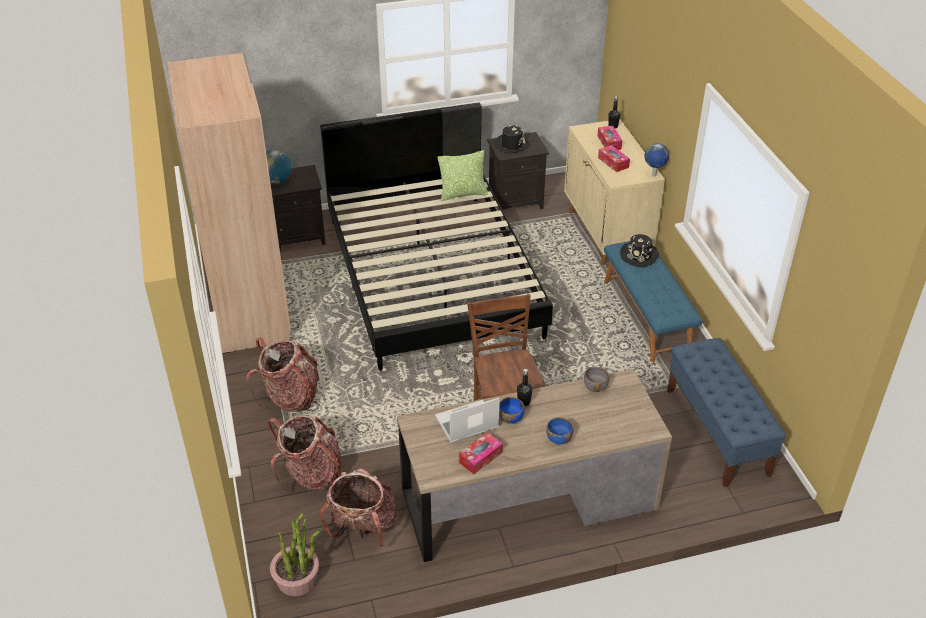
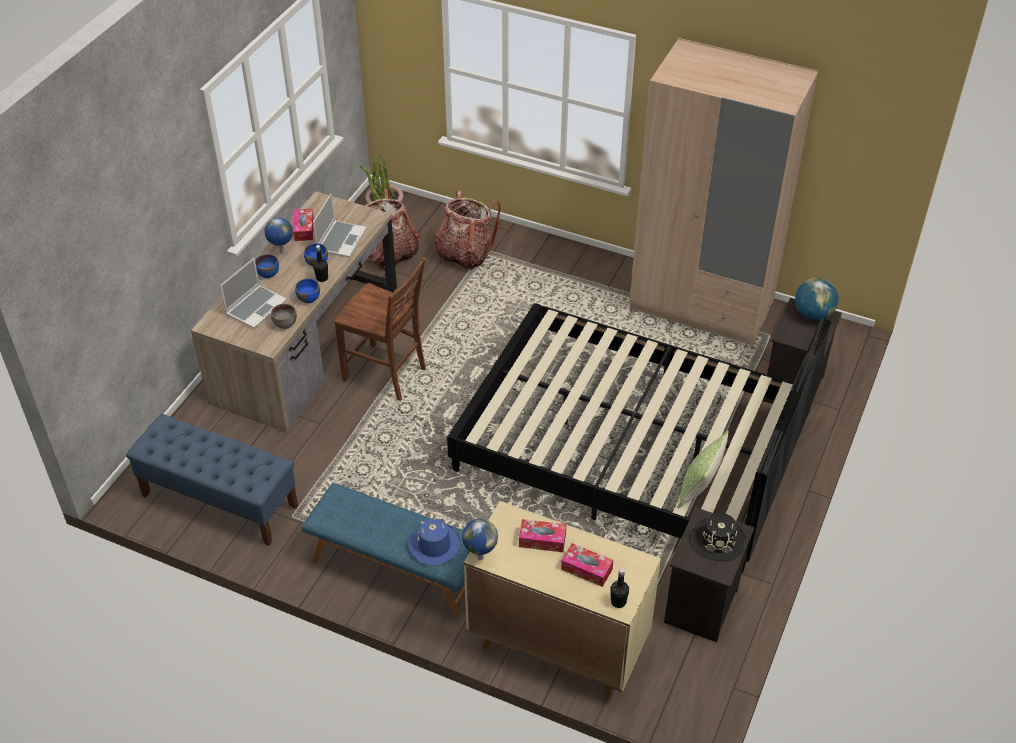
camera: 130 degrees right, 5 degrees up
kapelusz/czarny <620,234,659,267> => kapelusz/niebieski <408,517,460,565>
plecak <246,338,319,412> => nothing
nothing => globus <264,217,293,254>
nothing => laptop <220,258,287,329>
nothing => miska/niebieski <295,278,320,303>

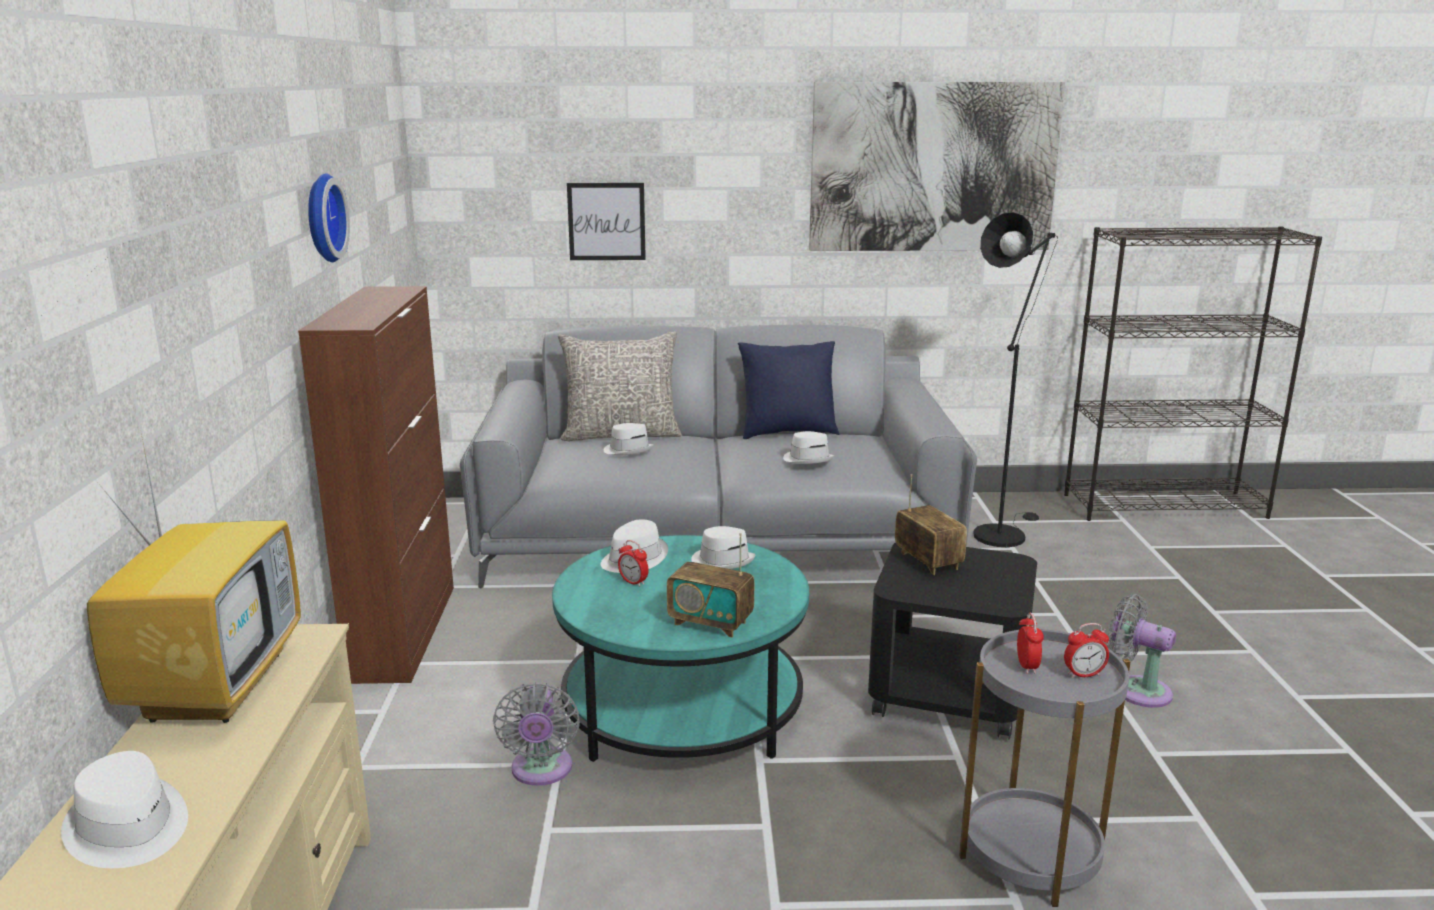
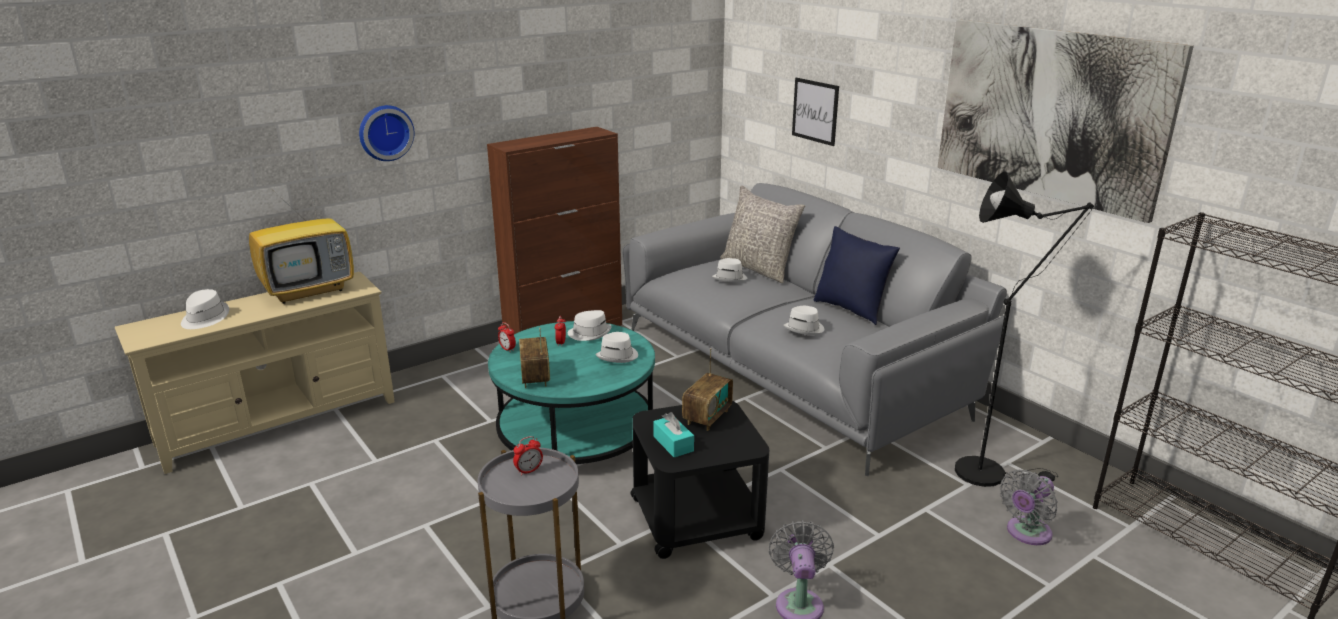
camera: 55 degrees right, 5 degrees up
zegar ścienny <308,173,350,262> => zegar ścienny <359,105,414,161>, move
budzik <1064,623,1109,678> => budzik <498,322,516,352>, move
wentylator/szary <493,682,580,786> => wentylator/szary <1000,470,1058,545>, move
nothing => pudełko chusteczek/turkusowy <653,412,694,457>

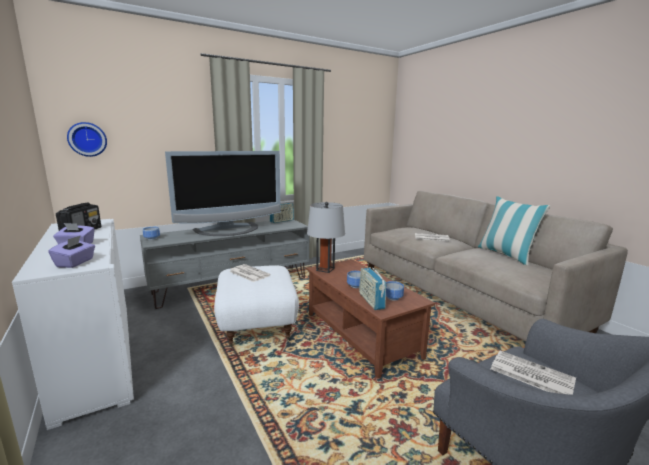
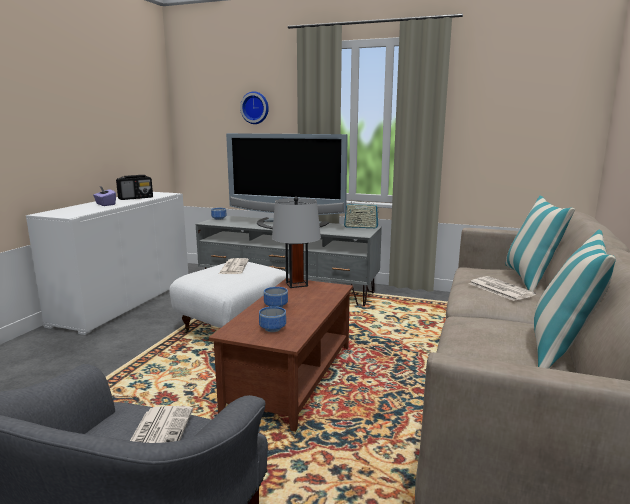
camera: 50 degrees right, 0 degrees up
zegar ścienny <67,122,107,157> => zegar ścienny <240,91,269,124>, move
pudełko chusteczek/fioletowy <48,235,95,268> => nothing
radio <359,263,386,310> => nothing
nothing => poduszka <505,195,575,292>

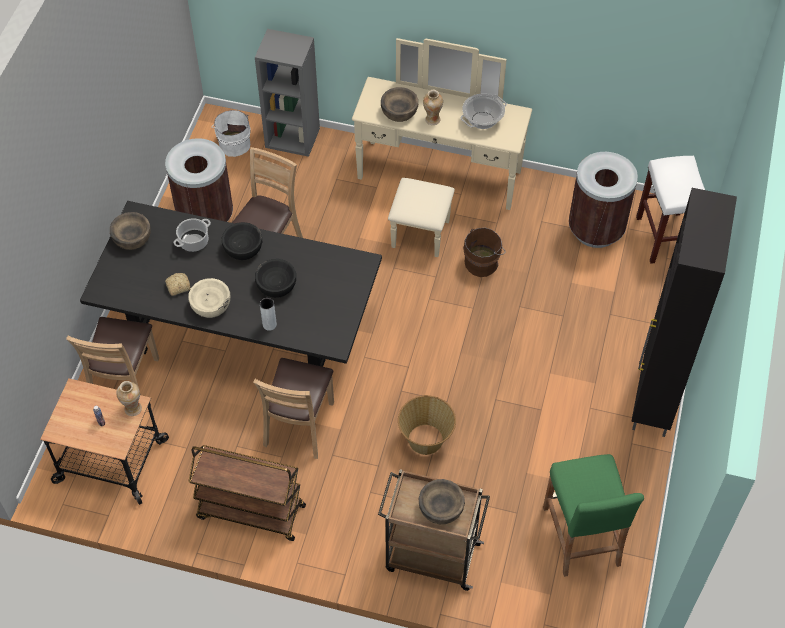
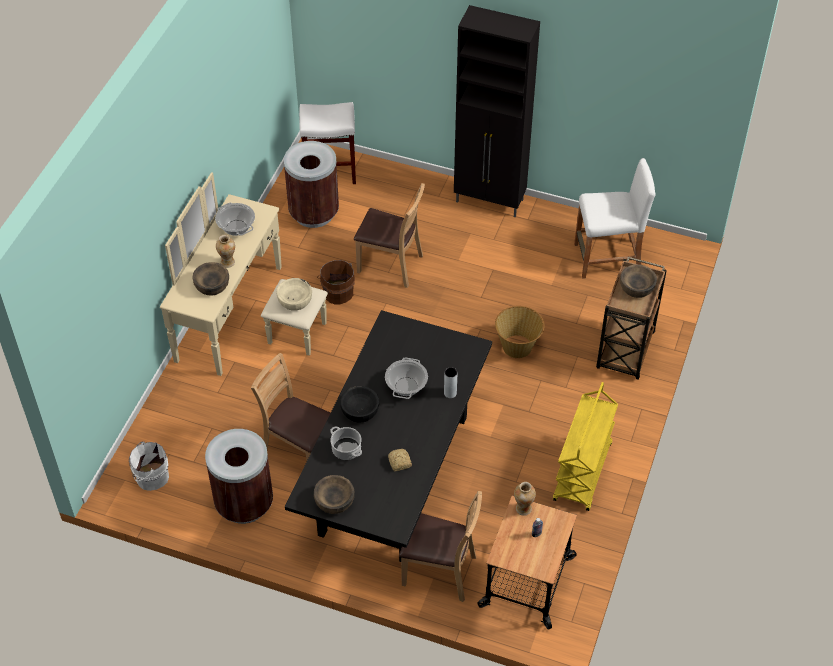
camera: 85 degrees left, 5 degrees down
regał/szary <255,29,320,157> => nothing
miska/czarny <255,259,296,298> => garnek <385,358,428,399>
miska/beżowy <188,278,230,318> => miska/beżowy <277,278,312,311>, move
krzesło/brązowy <253,358,334,459> => krzesło/brązowy <354,183,425,288>, move
wózek/brązowy <188,445,306,541> => wózek/żółty <553,382,618,511>
stołek/zielony <543,454,644,577> => stołek/biały <574,158,655,279>

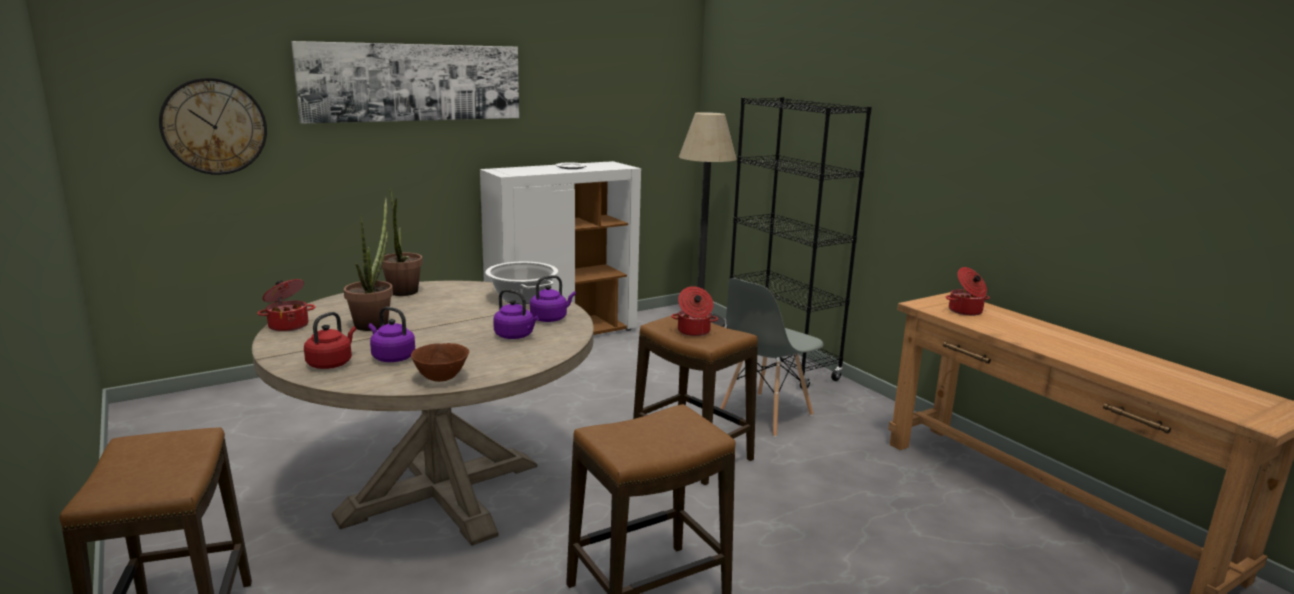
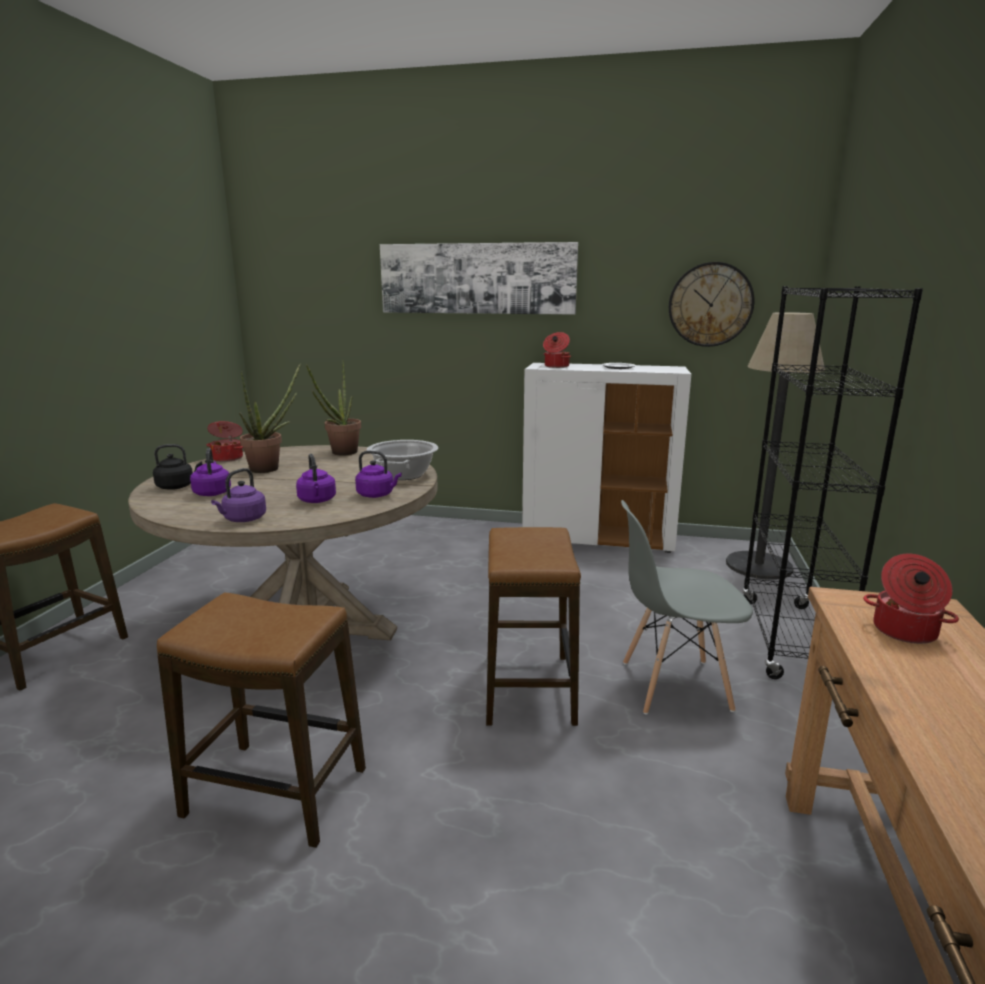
camera: 45 degrees right, 0 degrees up
zegar ścienny <159,78,267,175> => zegar ścienny <669,262,754,347>, move
garnek <671,286,718,336> => garnek <543,332,571,368>, move
czajnik/czerwony <304,312,356,369> => czajnik/czarny <153,444,202,490>
miska/brązowy <411,343,469,382> => nothing
nothing => czajnik/fioletowy <211,468,266,522>

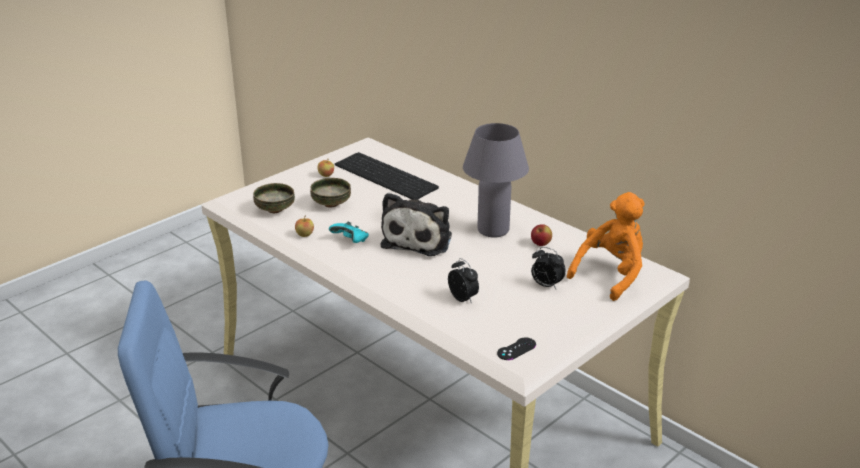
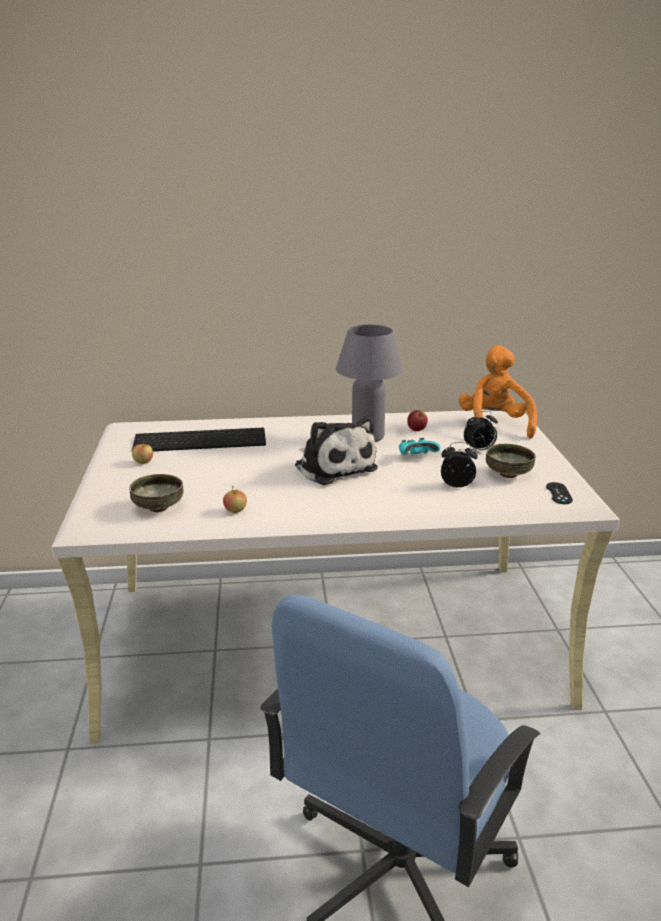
camera: 50 degrees left, 5 degrees down
miska <310,178,351,208> => miska <486,444,535,478>, move
pad do gier/turkusowy <329,221,369,243> => pad do gier/turkusowy <399,438,440,455>, move

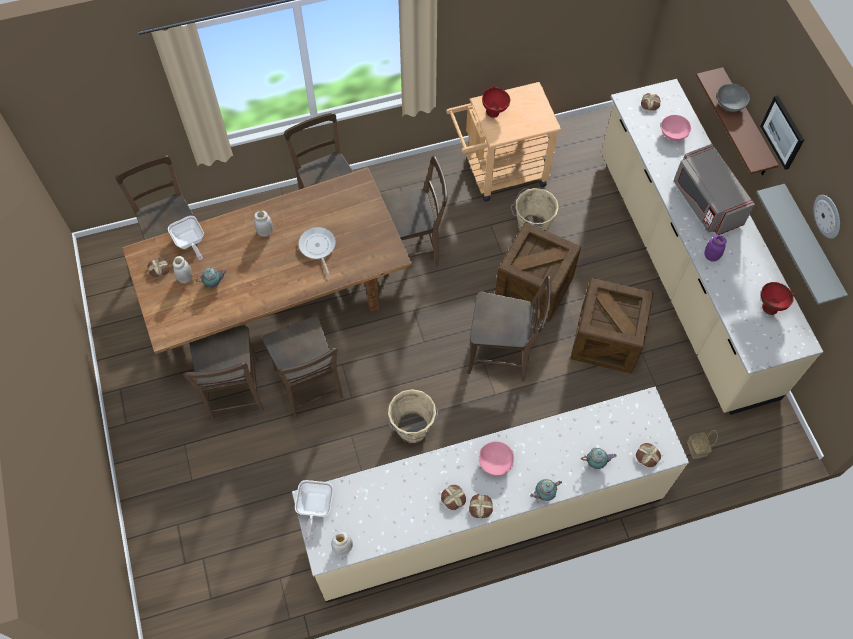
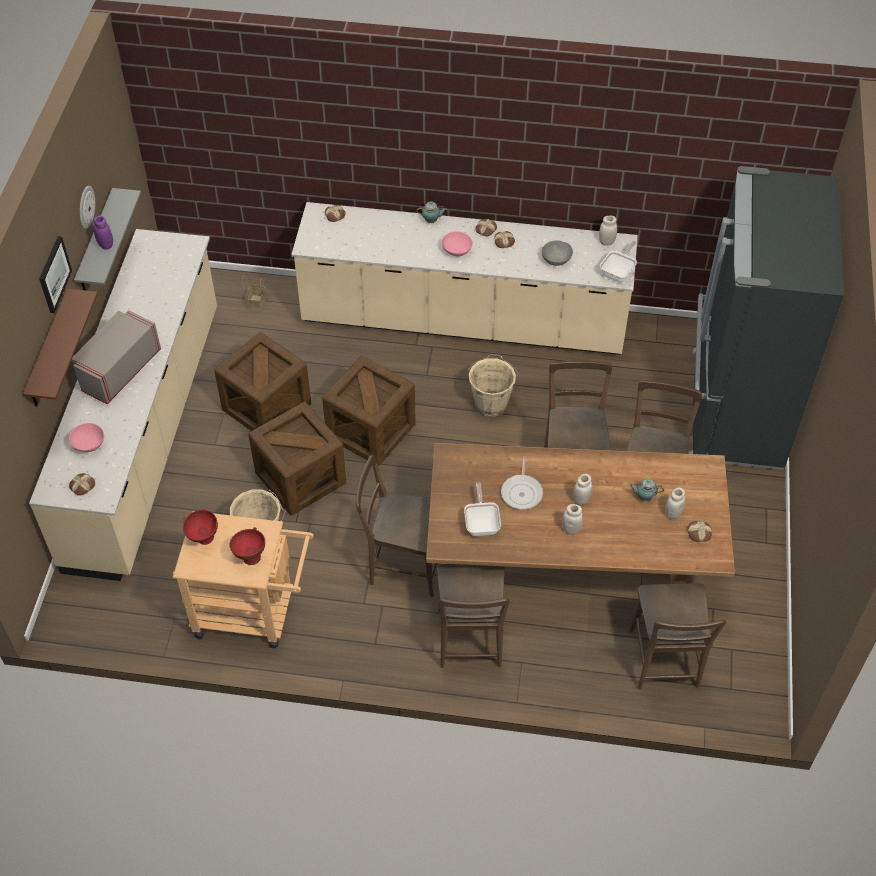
camera: 155 degrees left, 10 degrees down
miska/szary <717,84,750,112> => miska/szary <542,240,573,266>, move
mikrofalówka/szary <673,144,755,235> => mikrofalówka/szary <72,310,161,404>, 150 degrees counterclockwise
patelnia <168,216,204,260> => patelnia <464,483,501,536>, move
słoik/fioletowy <704,235,727,261> => słoik/fioletowy <94,216,113,250>, move
krzesło/brązowy <467,276,552,381> => skrzynka <322,356,416,466>
miska/czerwony <761,282,795,315> => miska/czerwony <183,510,218,545>, move
imbryk <581,448,617,469> => nothing
nothing => lodówka/czarny <689,166,844,470>
nothing => słoik/biały <573,474,592,505>

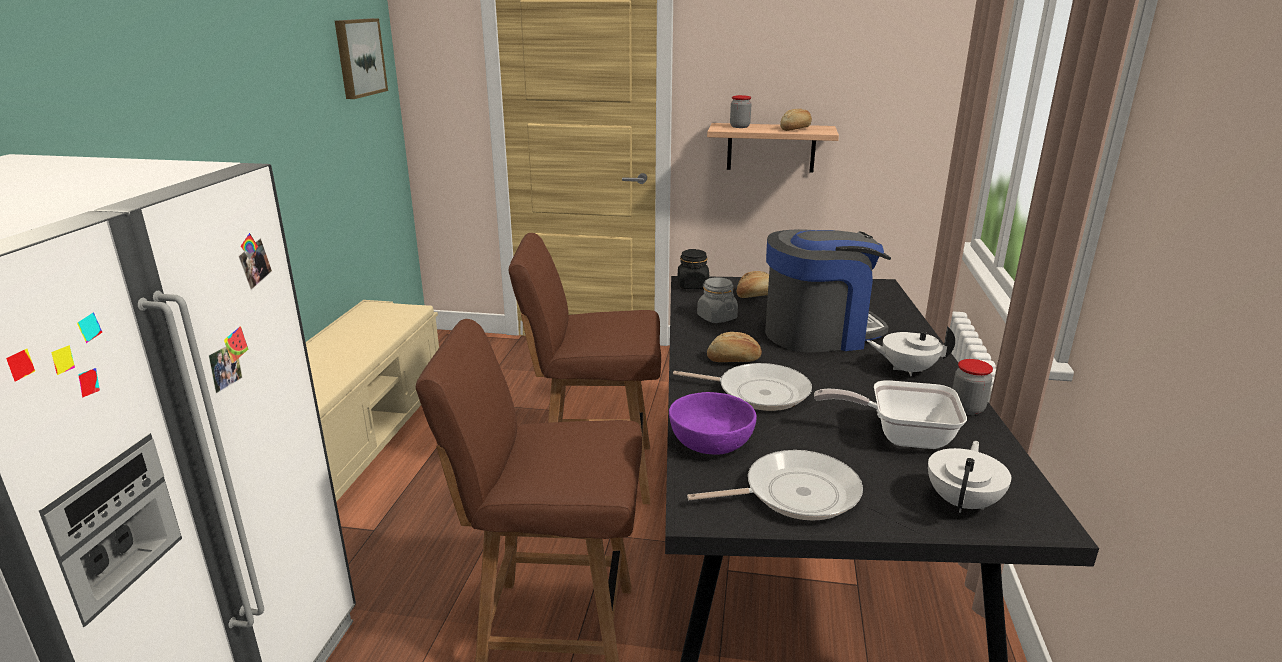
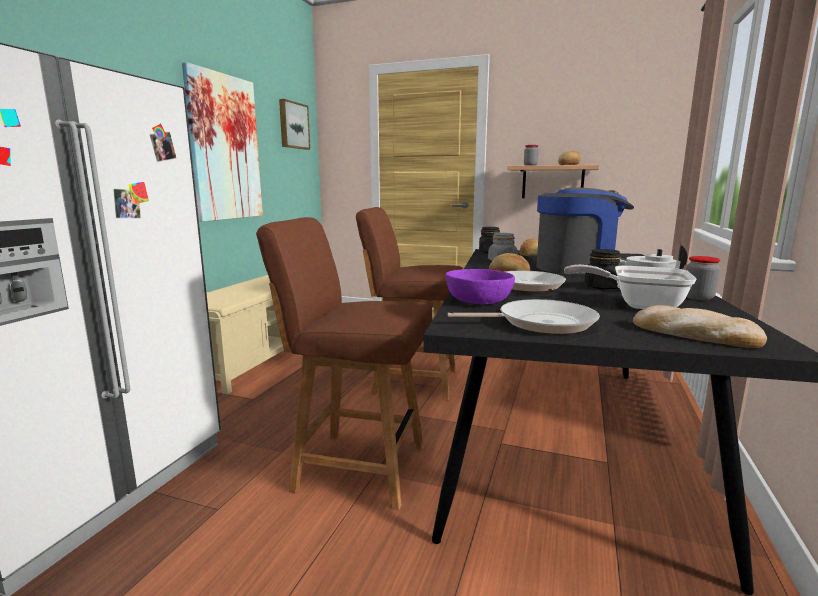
camera: 10 degrees right, 10 degrees down
imbryk/biały <928,441,1012,513> => chleb <633,305,767,348>
nothing => obraz <182,62,263,222>
nothing => słoik/czarny <585,249,621,290>

